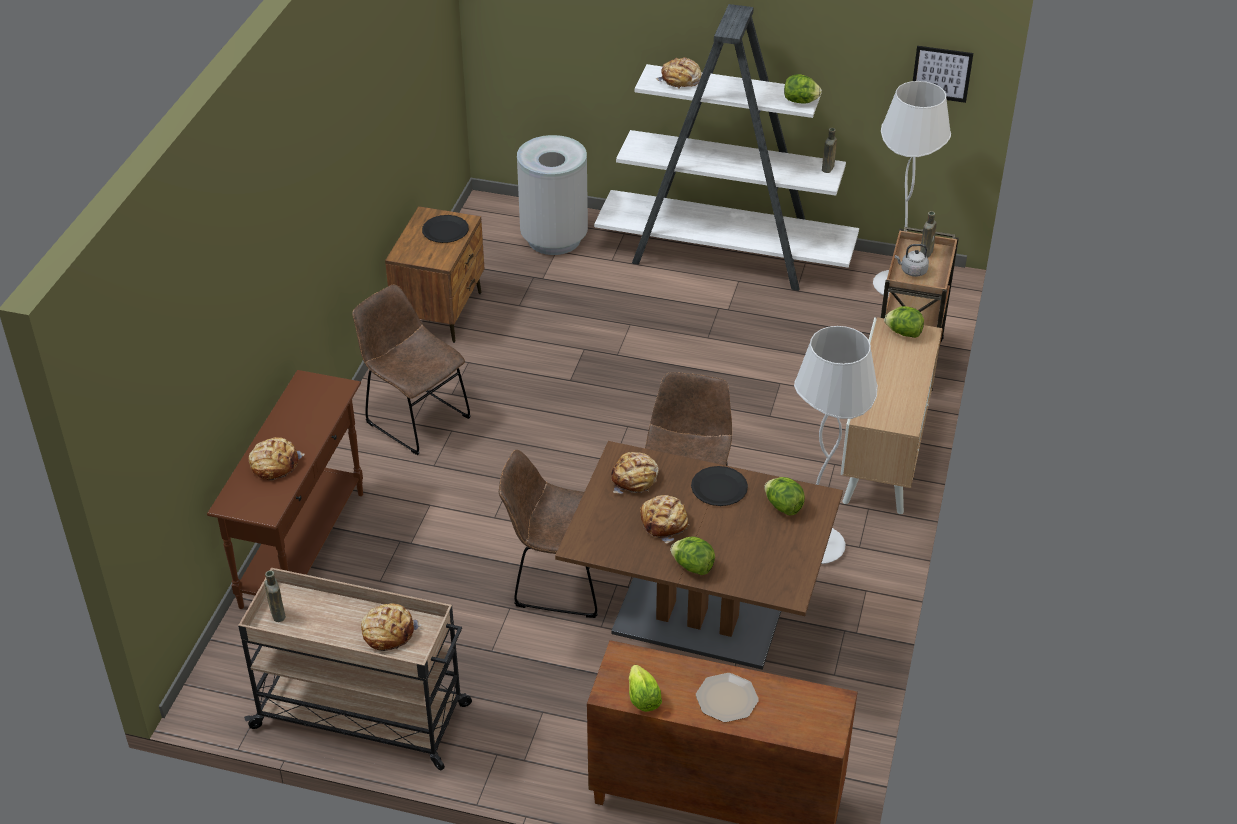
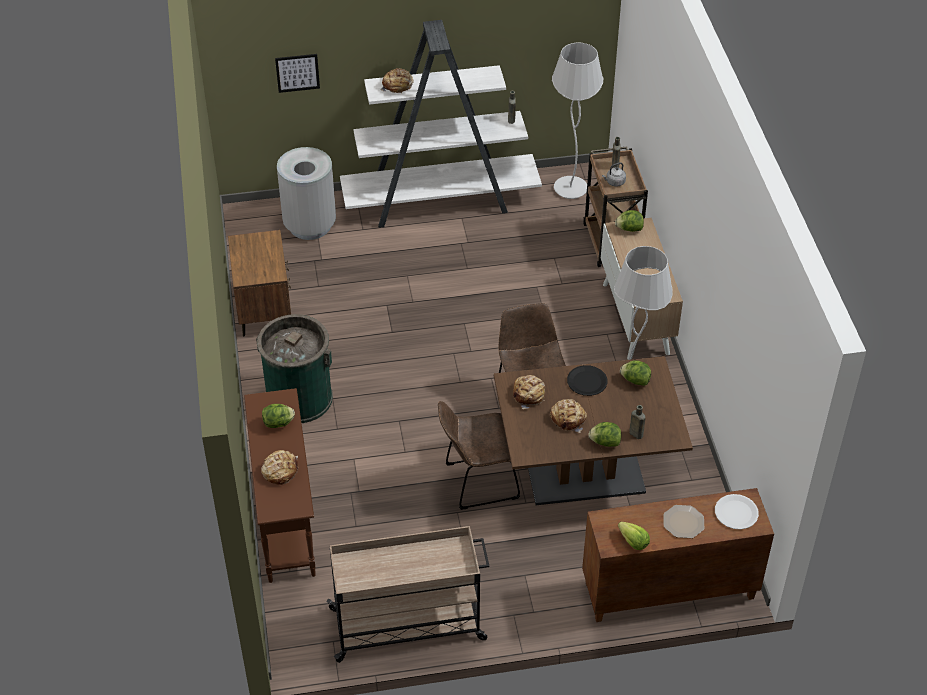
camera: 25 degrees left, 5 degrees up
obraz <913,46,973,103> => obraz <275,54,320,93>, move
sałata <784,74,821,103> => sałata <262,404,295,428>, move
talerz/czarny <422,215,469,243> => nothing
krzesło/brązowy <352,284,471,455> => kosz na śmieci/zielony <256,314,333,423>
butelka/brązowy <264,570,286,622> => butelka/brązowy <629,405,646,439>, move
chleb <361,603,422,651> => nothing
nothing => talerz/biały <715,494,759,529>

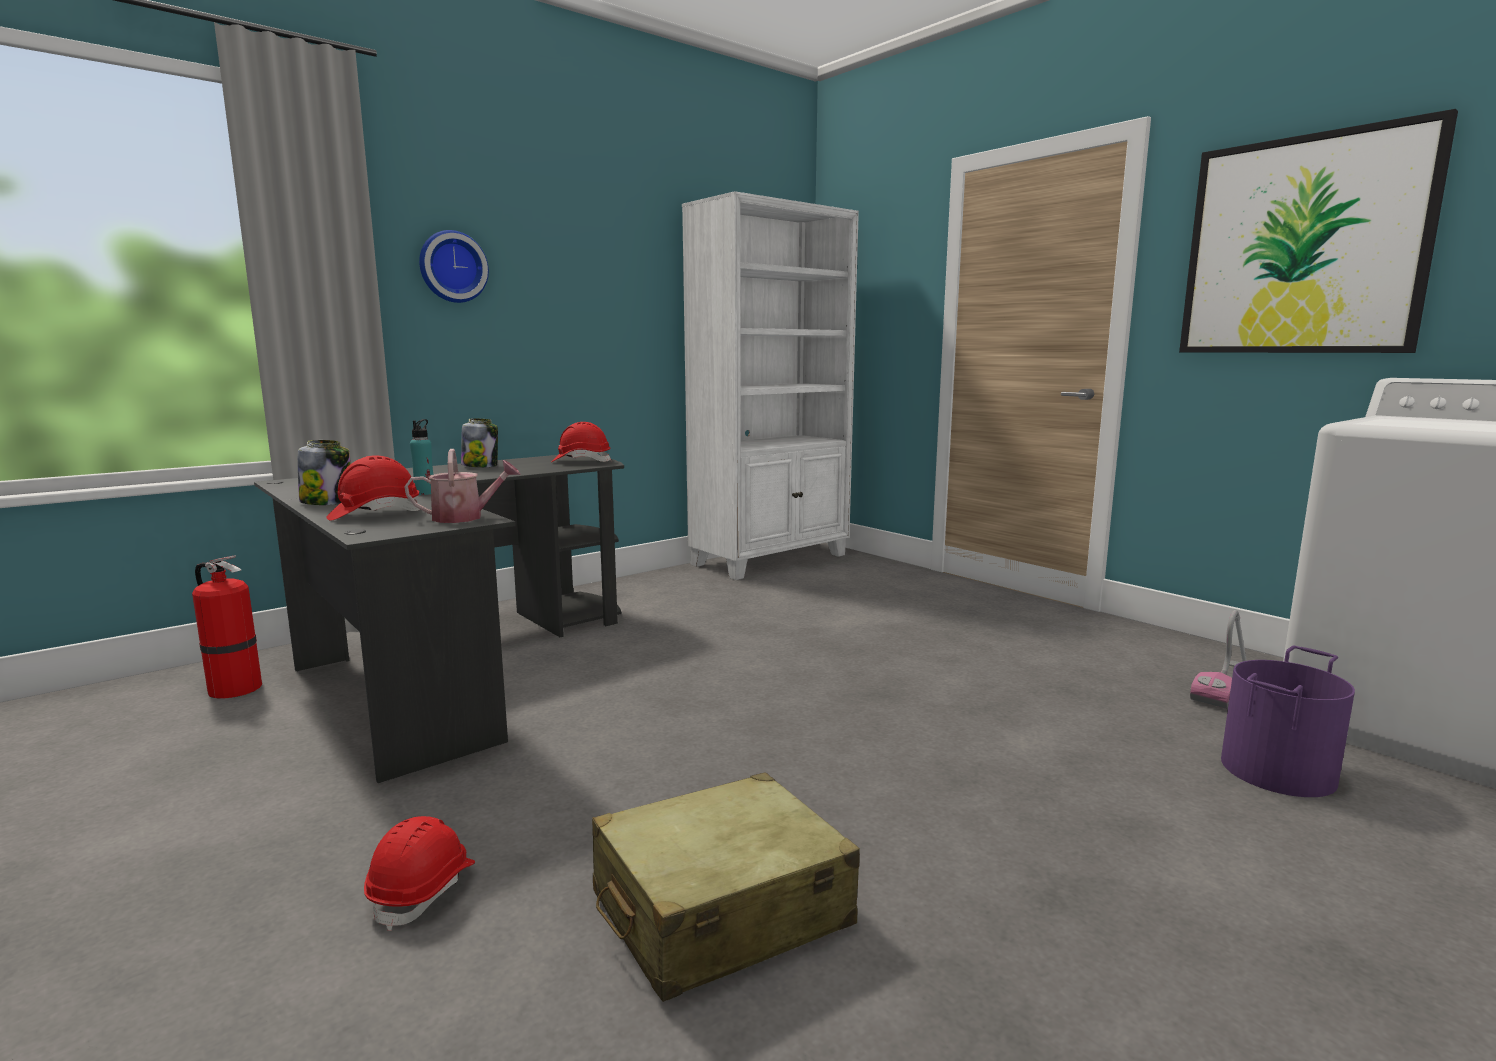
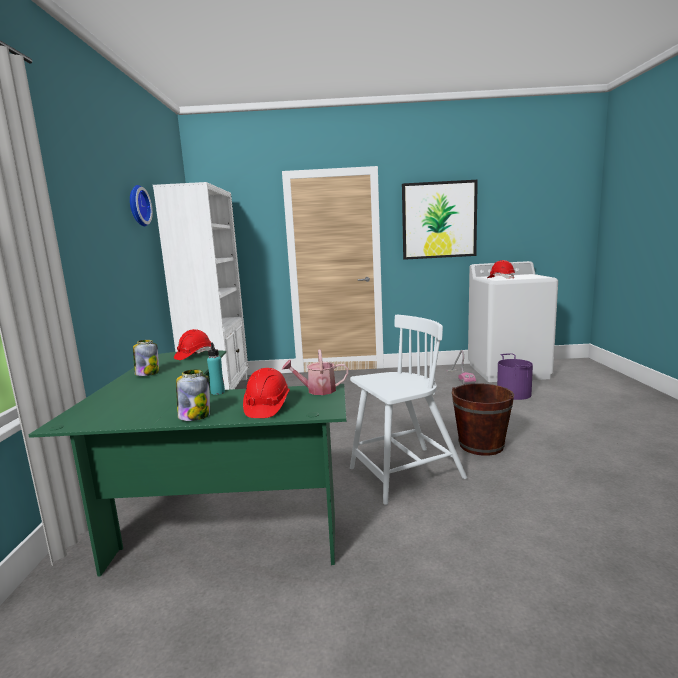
camera: 50 degrees left, 0 degrees up
zegar ścienny <419,230,489,303> => zegar ścienny <130,185,153,226>, move
konewka <404,449,521,523> => konewka <282,349,349,395>, 120 degrees counterclockwise
biurko/czarny <254,455,624,783> => biurko/zielony <28,350,346,577>
gaśnica <192,555,262,699> => nothing
walizka/beżowy <592,772,860,1002> => nothing
kask/czerwony <364,816,475,931> => kask/czerwony <487,260,515,279>, move
nothing => krzesło/biały <350,315,467,505>
nothing => wiadro/brązowy <452,383,514,456>

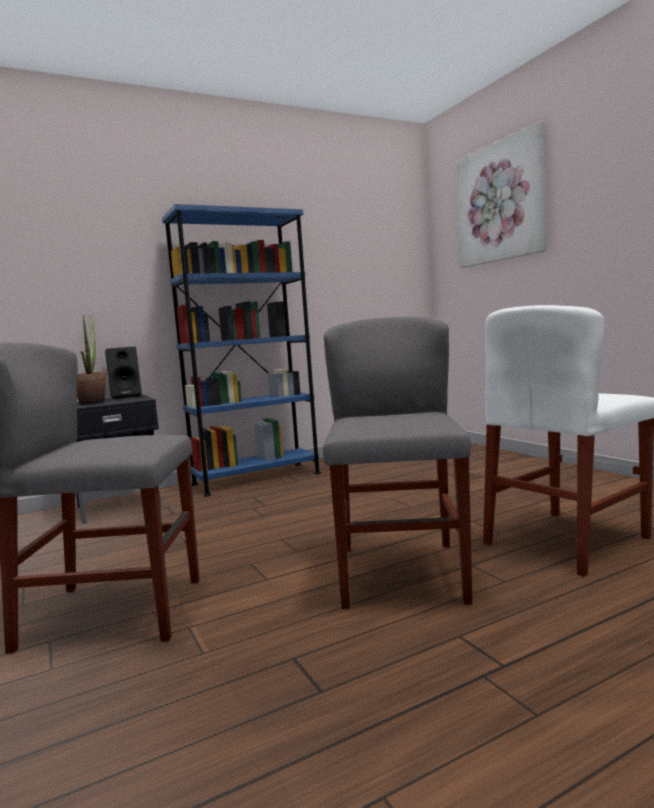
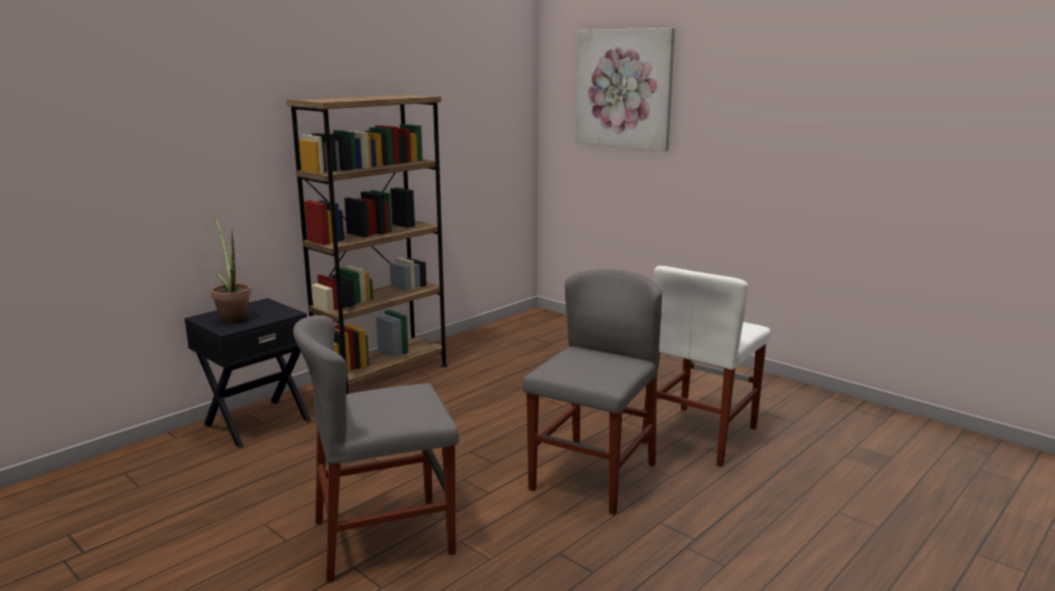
camera: 20 degrees left, 10 degrees up
regał/niebieski <162,204,321,497> => regał/brązowy <286,95,448,394>
krzesło/szary <323,316,472,609> => krzesło/szary <523,269,662,515>, 45 degrees clockwise
głośnik/czarny <105,346,142,399> => nothing

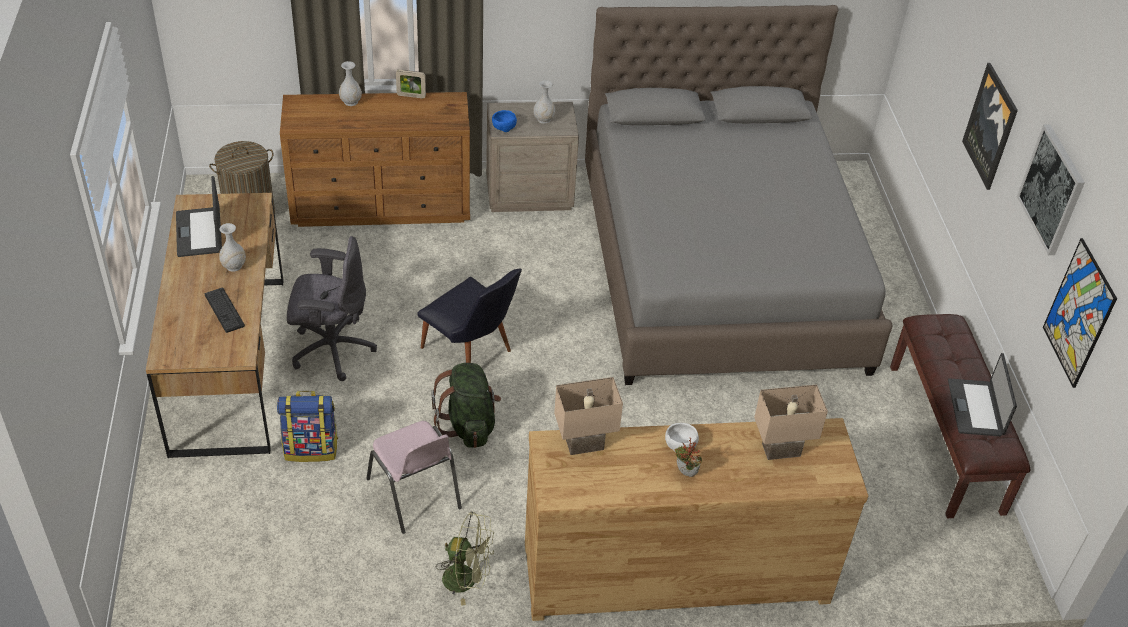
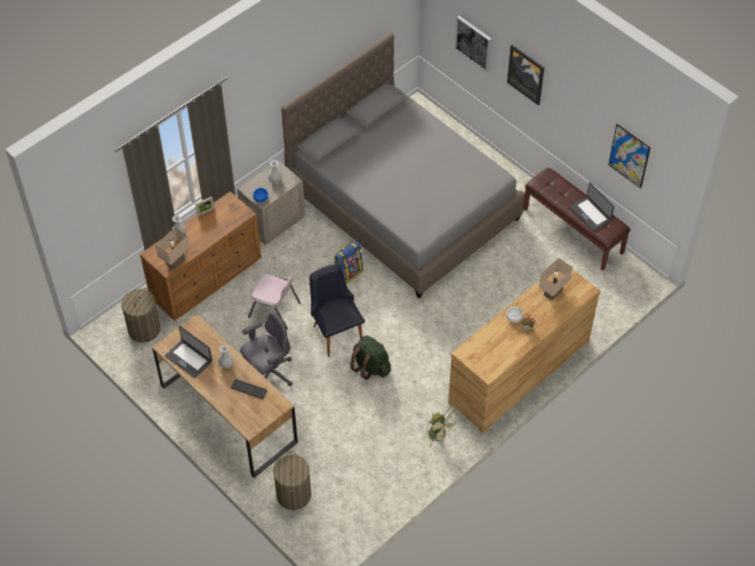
camera: 35 degrees left, 10 degrees up
obraz <1017,125,1085,255> => obraz <455,16,492,72>, move
krzesło/czarny <417,268,522,363> => krzesło/czarny <309,264,365,357>, 120 degrees counterclockwise
lampa stołowa/beżowy <554,377,623,455> => lampa stołowa/beżowy <155,227,189,270>, move
plecak <277,391,338,462> => plecak <334,241,363,284>, move
krzesło/różowy <366,421,462,534> => krzesło/różowy <248,272,301,329>, move
wentylator/zielony <436,512,494,606> => wentylator/zielony <426,406,461,447>, 75 degrees clockwise
nothing => kosz na pranie <273,451,311,510>

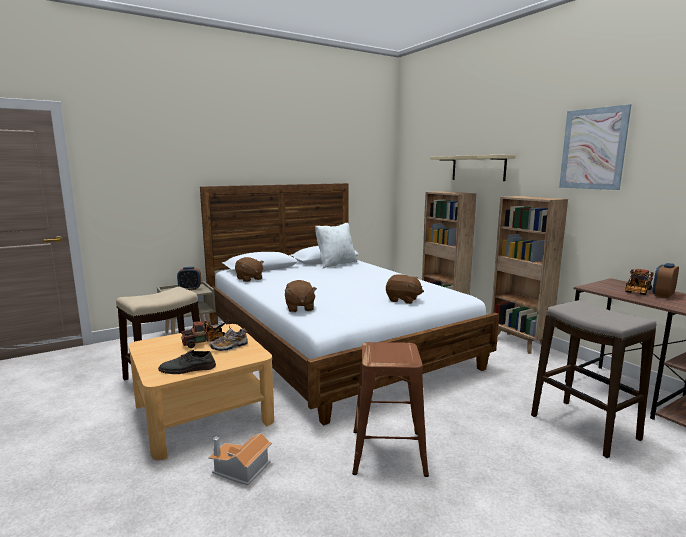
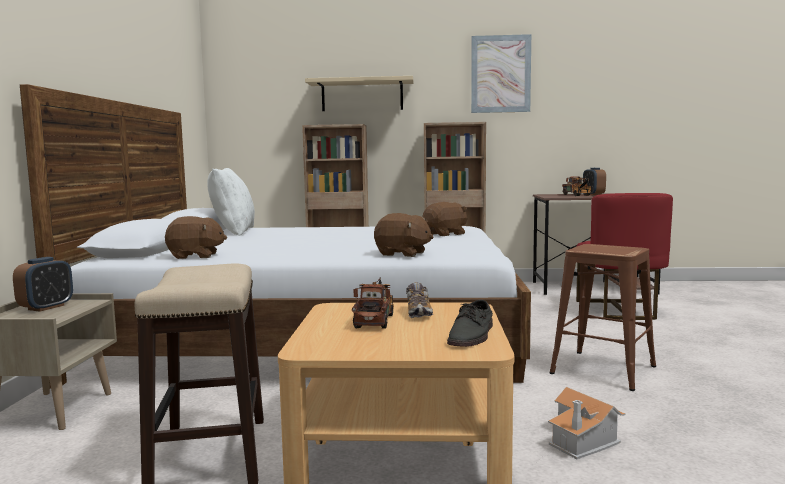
camera: 55 degrees left, 5 degrees down
stołek <531,300,656,458> => krzesło/czerwony <576,193,673,320>

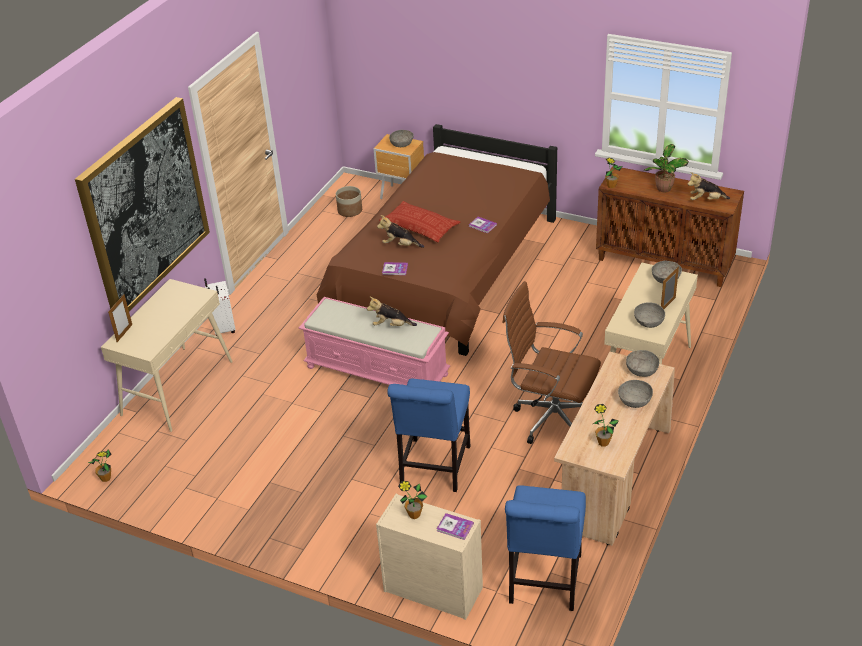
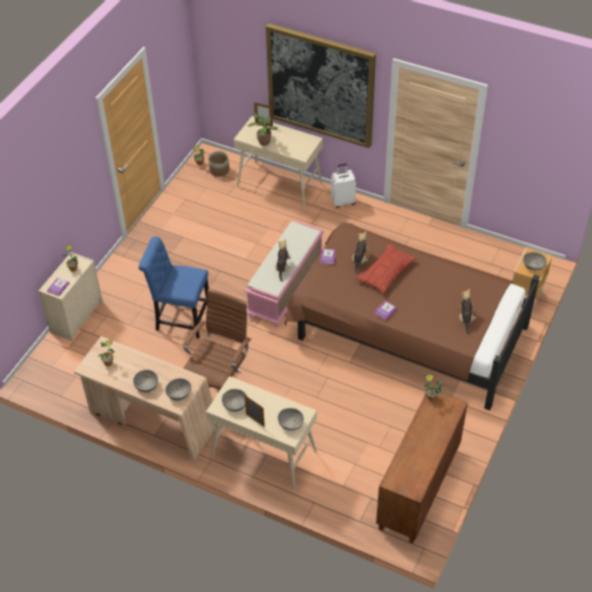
camera: 90 degrees right, 10 degrees up
roślina doniczkowa <643,144,689,192> => roślina doniczkowa <248,113,278,146>, move
pluszak <688,172,730,200> => pluszak <460,288,476,335>, move
donica <336,186,362,217> => donica <208,151,229,177>, move
krzesło/niebieski <505,485,586,611> => nothing

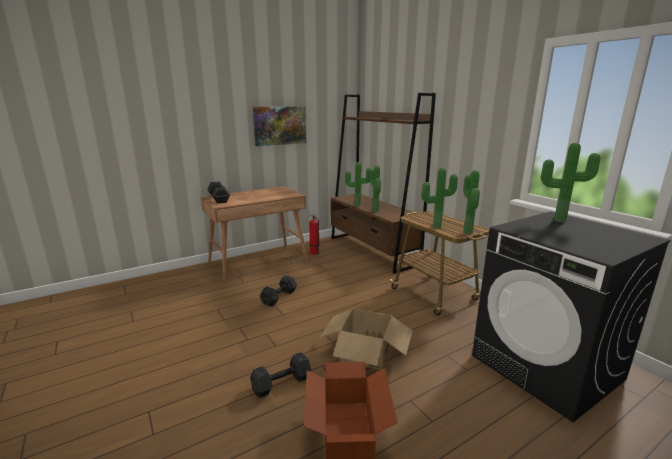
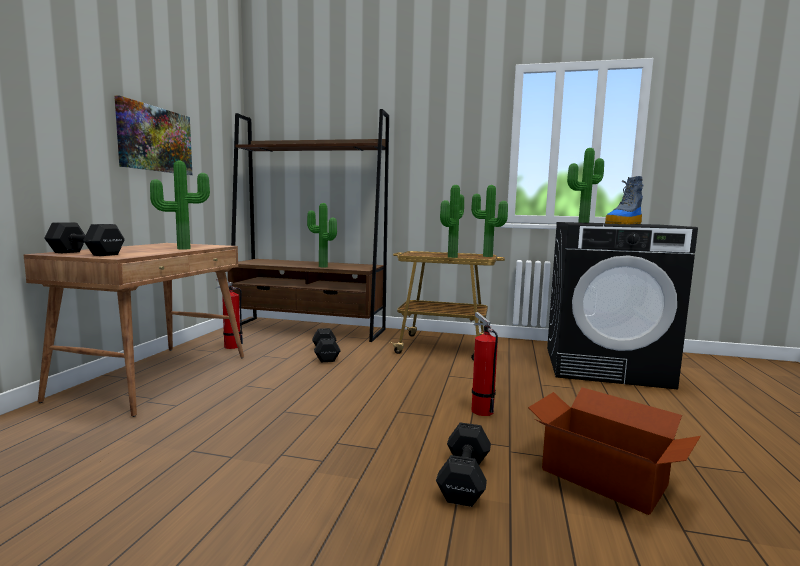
camera: 45 degrees left, 10 degrees down
roślina doniczkowa <345,162,372,207> => roślina doniczkowa <150,160,210,250>, move
hantel/czarny <260,275,297,307> => hantel/czarny <312,328,341,362>, move
karton <319,309,413,370> => gaśnica <472,312,498,416>
nothing => but z cholewką <605,176,643,224>

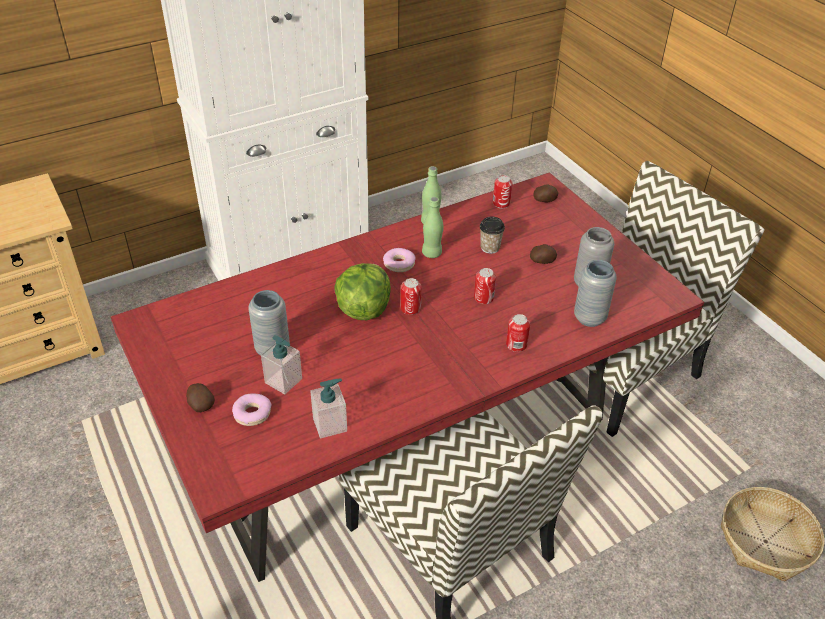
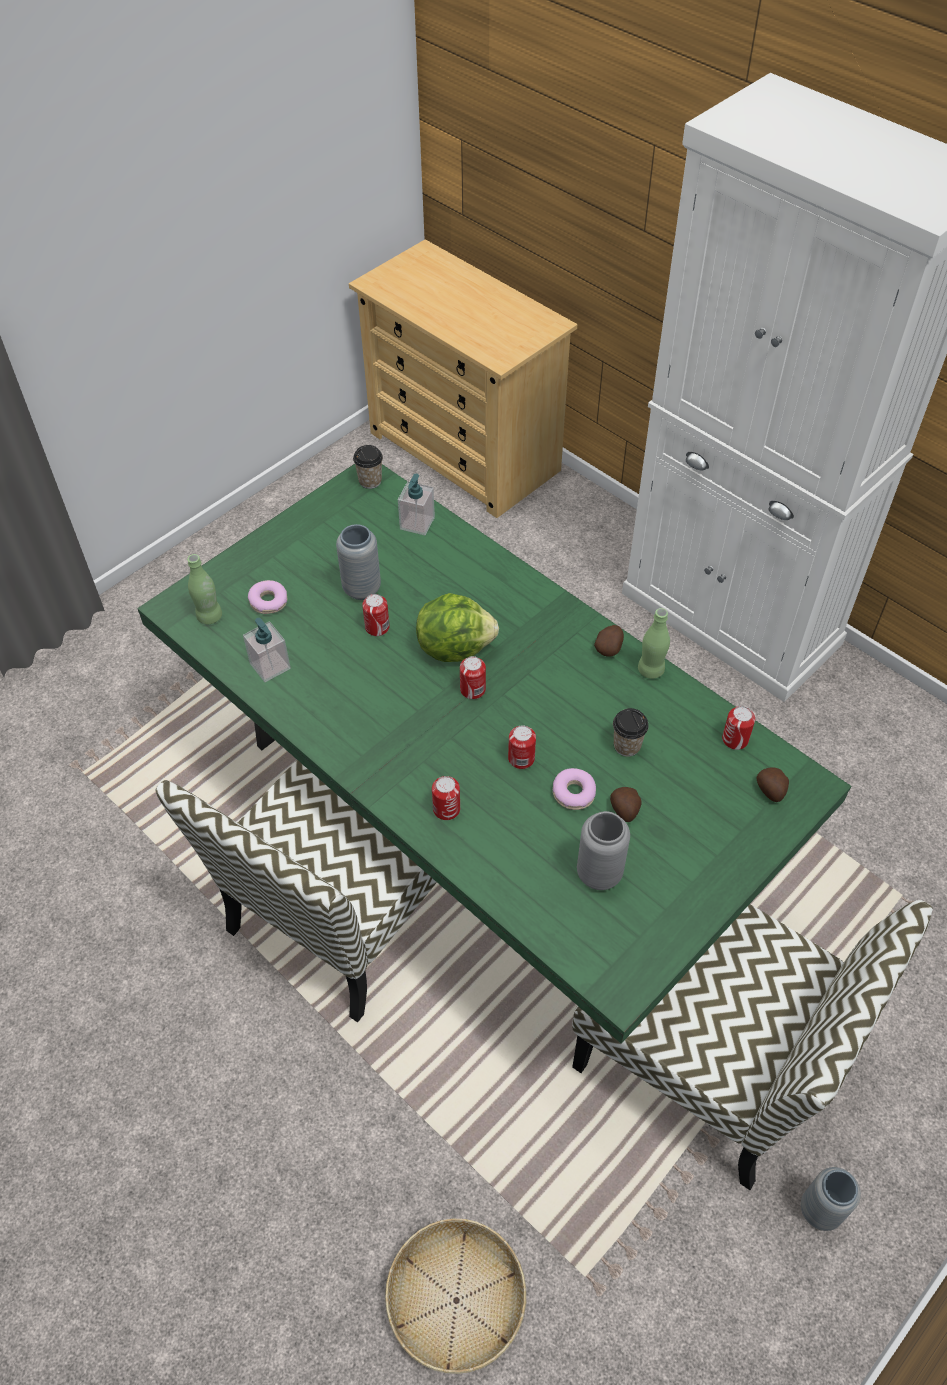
camera: 75 degrees right, 10 degrees up
stół jadalny/czerwony <110,172,704,582> => stół jadalny/zielony <137,464,851,1044>
butelka/zielony <422,197,443,258> => butelka/zielony <187,554,222,624>, move
donut <383,248,416,272> => donut <553,768,596,810>, move
wazon/szary <574,260,617,327> => wazon/szary <801,1167,861,1231>, move
dozownik mydła <261,335,302,394> => dozownik mydła <398,474,435,535>, move
ziemniak <186,383,215,412> => ziemniak <594,625,624,657>, move
nothing => filiżanka <353,445,383,489>
nothing => puszka <362,594,390,636>

